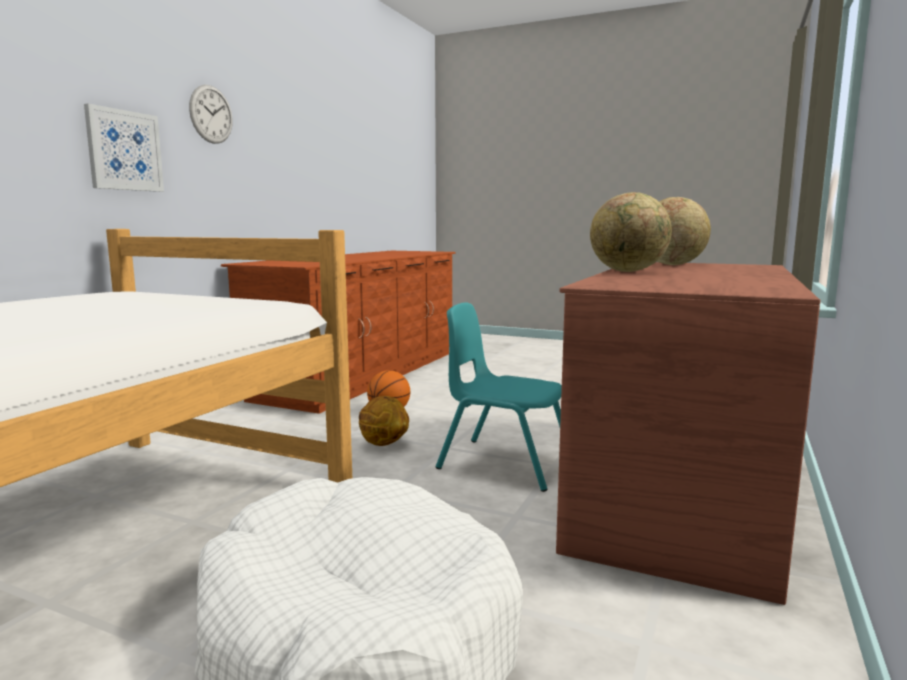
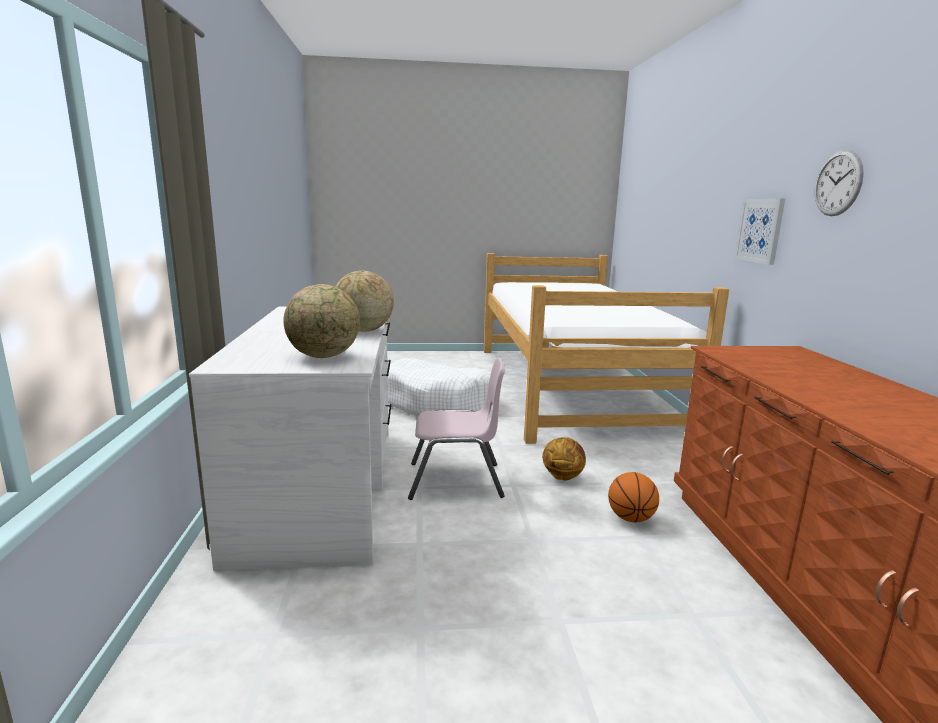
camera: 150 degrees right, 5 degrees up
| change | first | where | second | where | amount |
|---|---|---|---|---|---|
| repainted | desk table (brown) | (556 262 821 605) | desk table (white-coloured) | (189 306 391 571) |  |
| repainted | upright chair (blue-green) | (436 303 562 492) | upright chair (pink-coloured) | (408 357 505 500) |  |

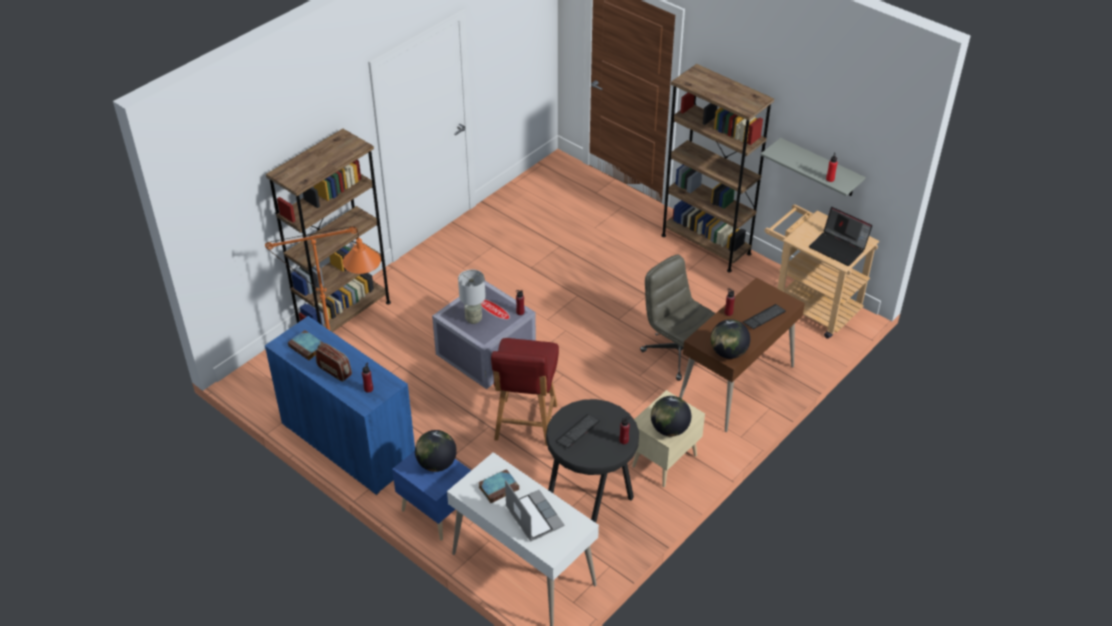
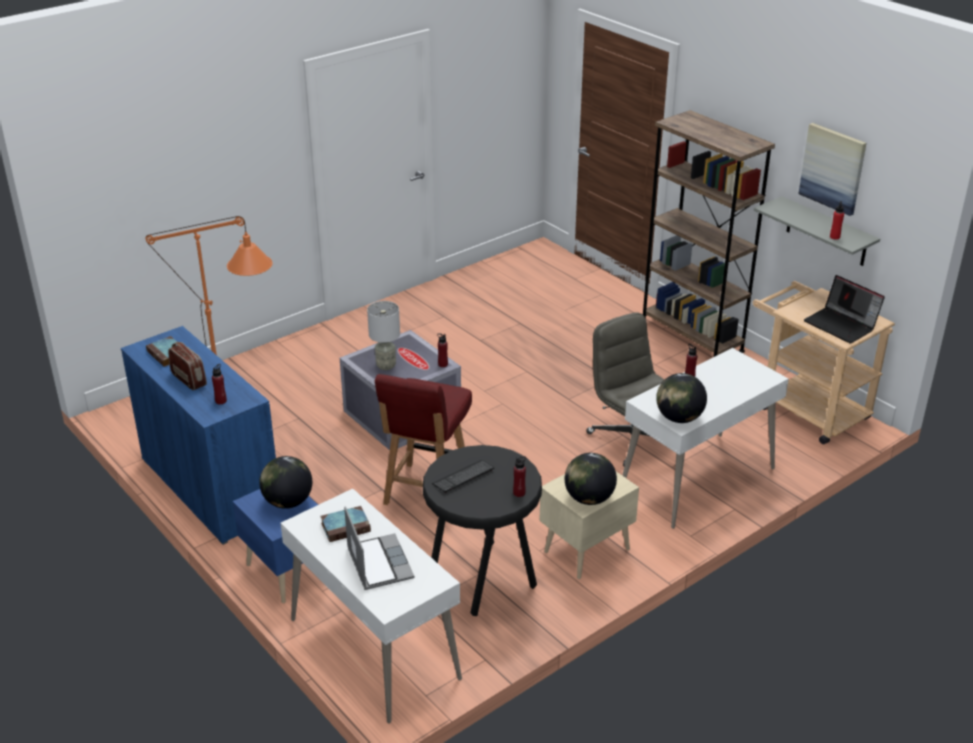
camera: 10 degrees right, 10 degrees down
| change | first | where | second | where | amount |
|---|---|---|---|---|---|
| gone | shelving unit (brown) | (266 129 391 332) |  |  |  |
| repainted | desk table (brown) | (679 278 805 432) | desk table (white-coloured) | (622 348 789 529) |  |
| gone | computer keyboard | (743 304 786 330) |  |  |  |
| new |  |  | wall art | (798 123 866 216) |  |

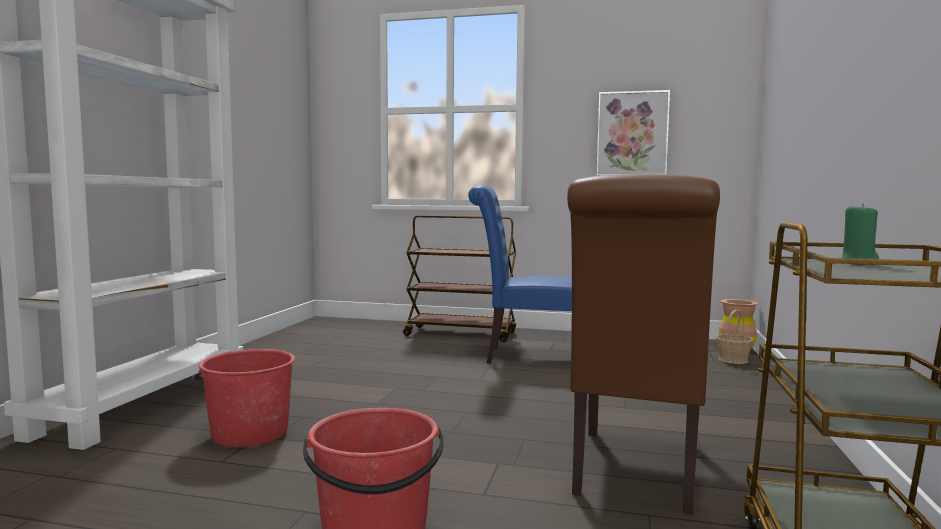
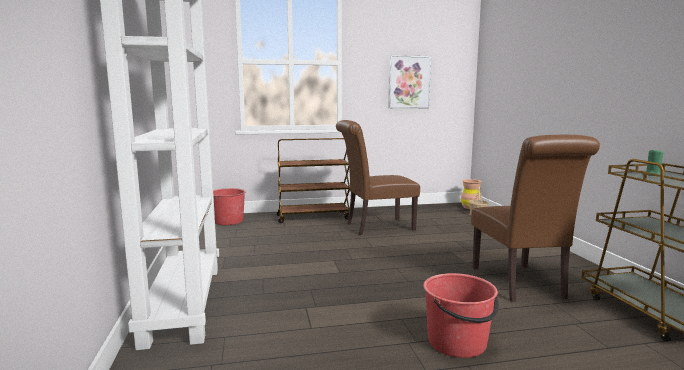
camera: 25 degrees left, 5 degrees up
| change | first | where | second | where | amount |
|---|---|---|---|---|---|
| repainted | upright chair (bluish) | (468 185 572 363) | upright chair (brown) | (336 120 420 235) |  |
| shifted | pail (red) | (194 349 295 447) |  | (213 188 246 225) |  |

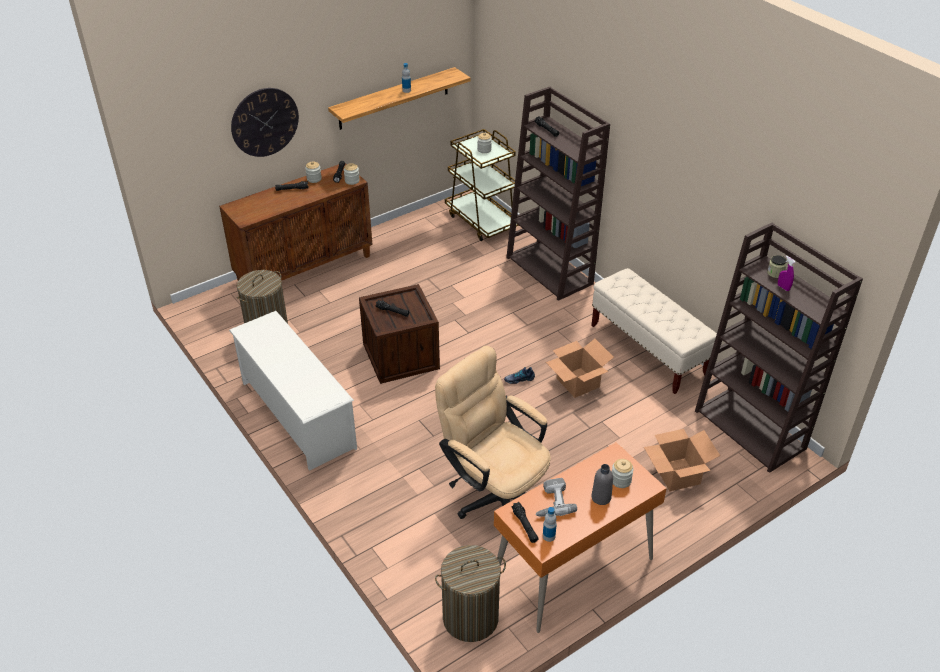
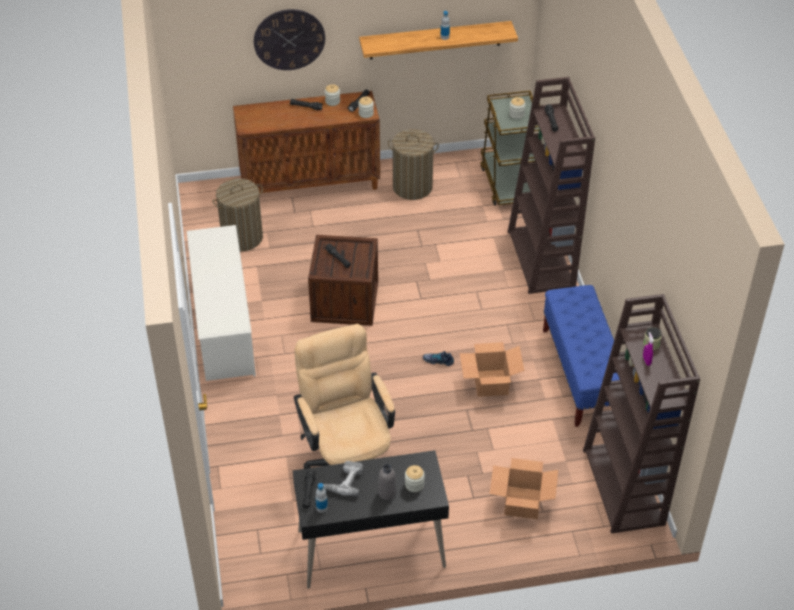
camera: 25 degrees right, 5 degrees up
| change | first | where | second | where | amount |
|---|---|---|---|---|---|
| repainted | indoor bench (sand-coloured) | (591 268 717 394) | indoor bench (bluish) | (543 285 620 427) |  |
| repainted | desk table (orange) | (494 442 667 633) | desk table (blackish) | (293 450 449 589) |  |
| shifted | hamper | (435 545 506 642) |  | (388 129 439 200) |  |

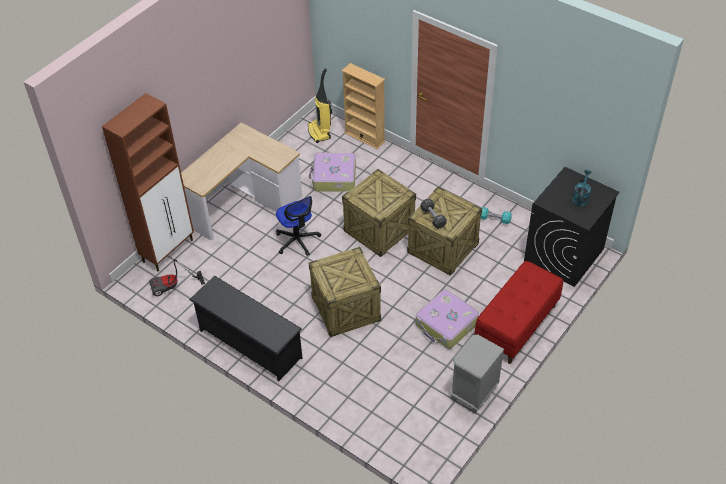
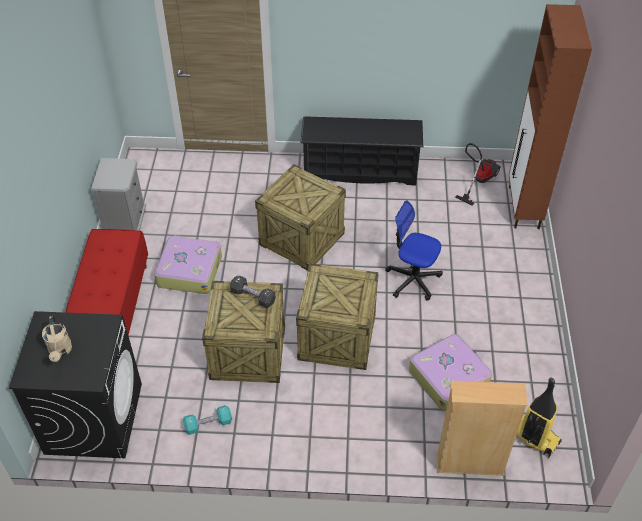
camera: 145 degrees right, 0 degrees up
| change | first | where | second | where | amount |
|---|---|---|---|---|---|
| gone | desk table | (181 123 302 240) |  |  |  |
| repainted | watering pot (blue-green) | (572 170 591 207) | watering pot (sand-coloured) | (42 316 72 362) |  |

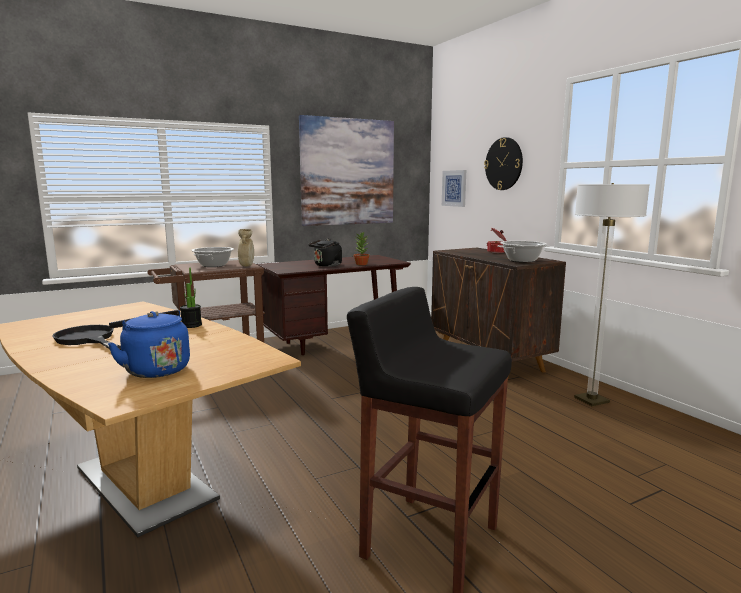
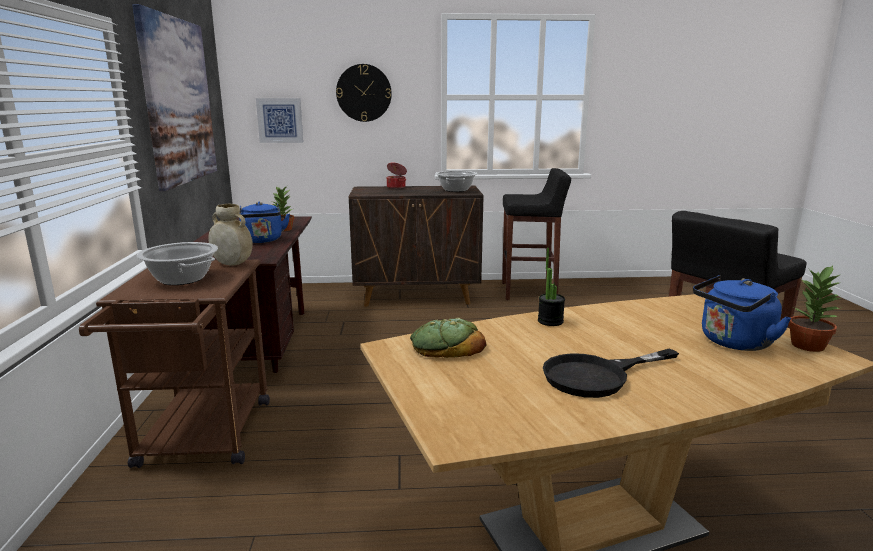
camera: 65 degrees left, 5 degrees up
| change | first | where | second | where | amount |
|---|---|---|---|---|---|
| swapped | standing lamp | (574 183 650 406) | sitting stool (blackish) | (502 168 571 300) |  |
| repainted | kettle (blackish) | (308 239 342 267) | kettle (bluish) | (239 202 290 243) |  |
| new |  |  | houseplant | (788 265 841 352) |  |
| new |  |  | baked bread | (410 318 486 358) |  |

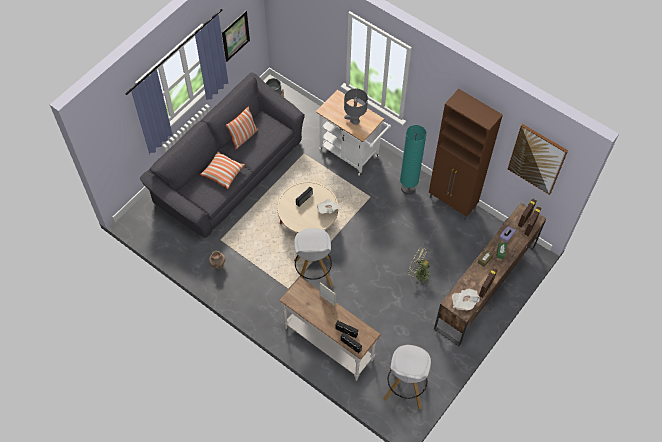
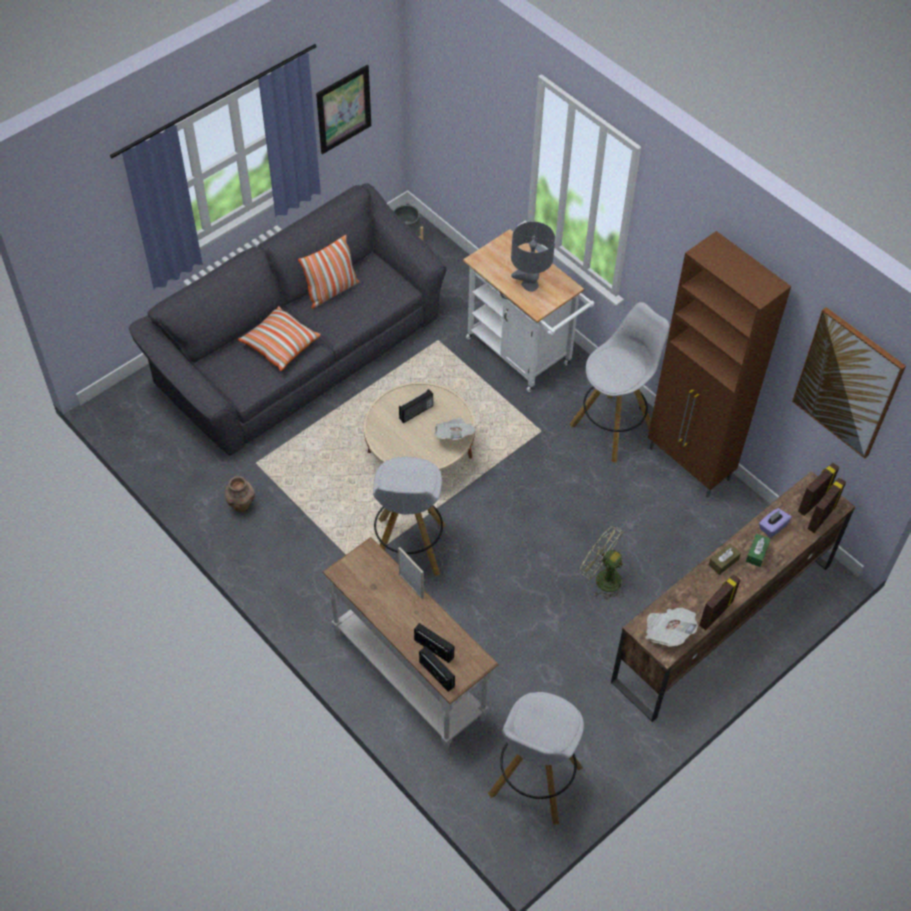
camera: 10 degrees right, 5 degrees down
| change | first | where | second | where | amount |
|---|---|---|---|---|---|
| swapped | standing lamp (blue-green) | (400 125 427 195) | sitting stool (white-coloured) | (570 302 669 463) |  |

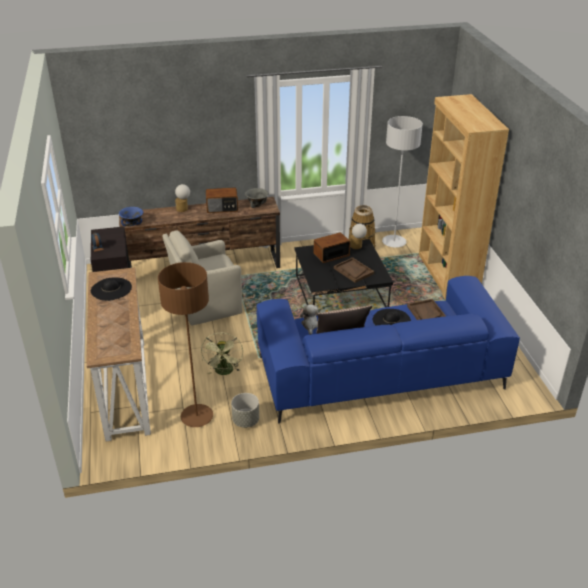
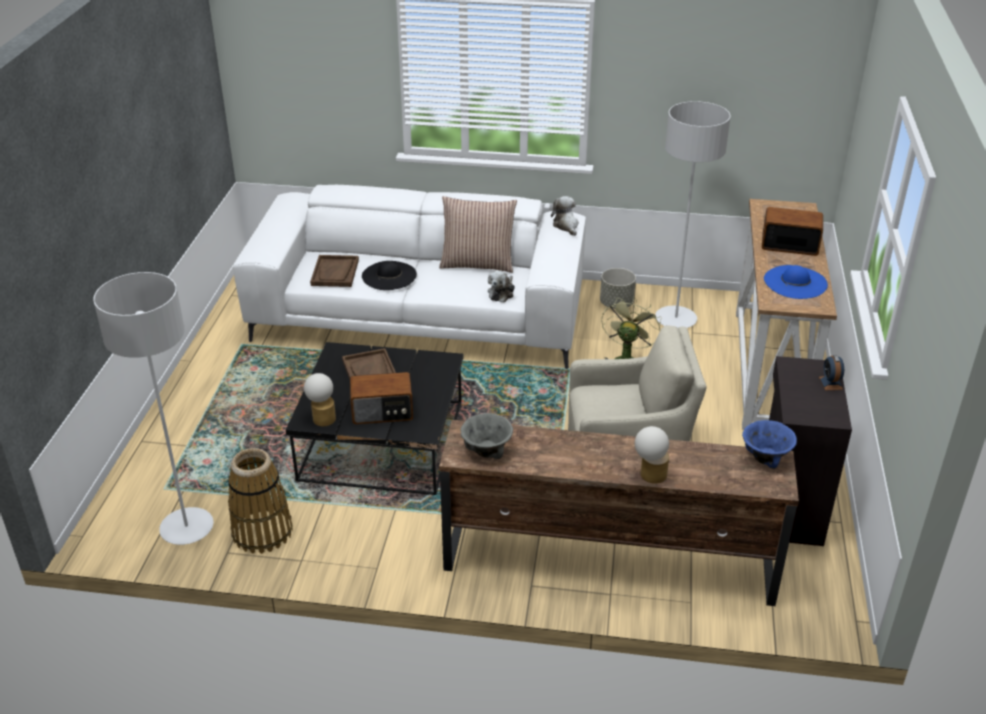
camera: 160 degrees left, 0 degrees up
| change | first | where | second | where | amount |
|---|---|---|---|---|---|
| gone | shelving unit (brown) | (419 94 509 300) |  |  |  |
| shifted | radio | (206 187 238 213) |  | (762 207 823 256) |  |
| repainted | standing lamp (brown) | (158 262 213 427) | standing lamp (gray) | (655 101 731 328) |  |
| repainted | settee (bluish) | (257 276 520 424) | settee (white-coloured) | (233 185 586 369) |  |
| repainted | hat (blackish) | (91 277 132 301) | hat (bluish) | (764 265 828 299) |  |
| new |  |  | cuddly toy | (551 196 578 236) |  |

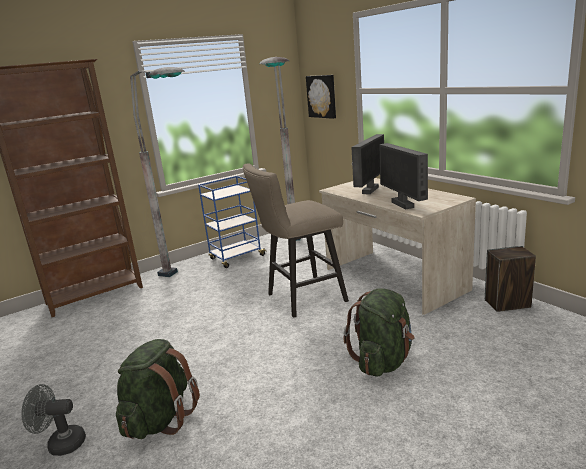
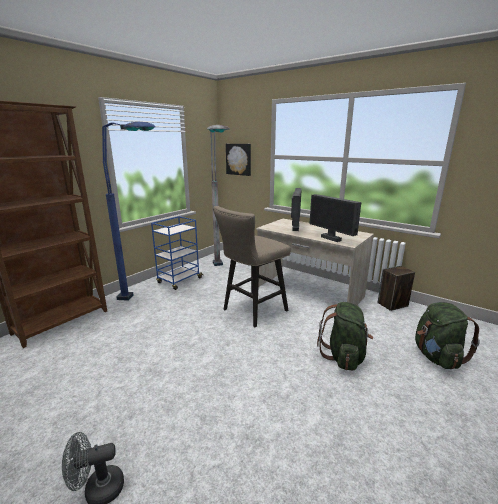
camera: 20 degrees left, 0 degrees up
| change | first | where | second | where | amount |
|---|---|---|---|---|---|
| repainted | standing lamp (gray) | (130 67 185 277) | standing lamp (bluish) | (102 122 156 301) |  |
| shifted | backpack (greenish) | (116 339 200 439) |  | (415 302 480 369) |  |

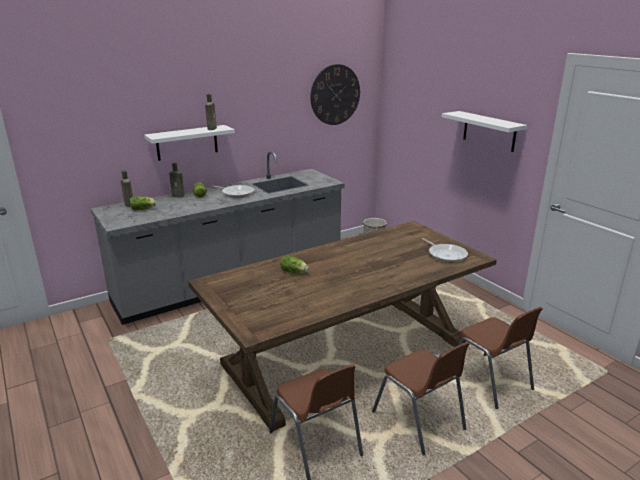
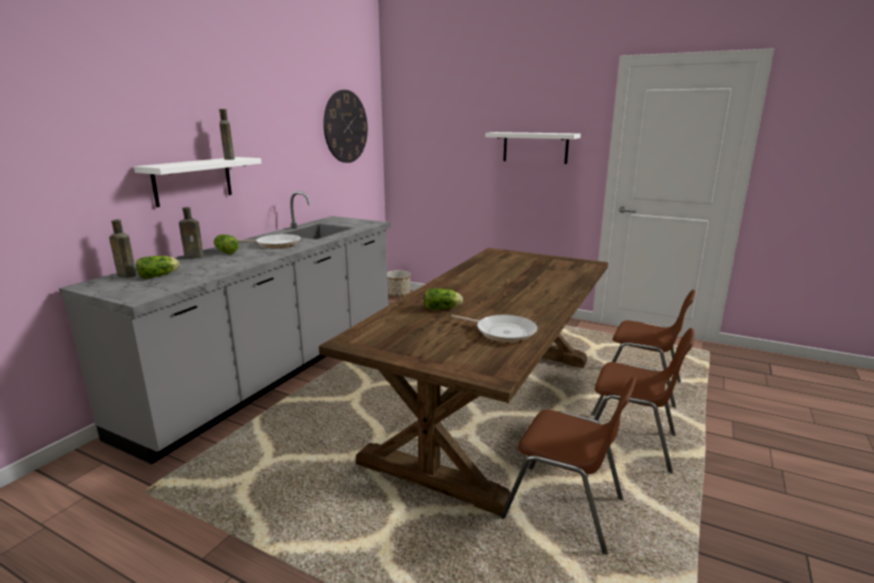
camera: 30 degrees left, 5 degrees down
| change | first | where | second | where | amount |
|---|---|---|---|---|---|
| shifted | frying pan | (422 238 468 263) |  | (451 315 538 343) |  |

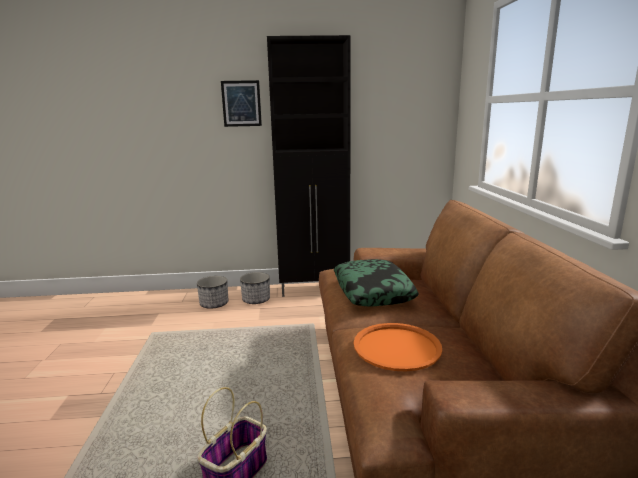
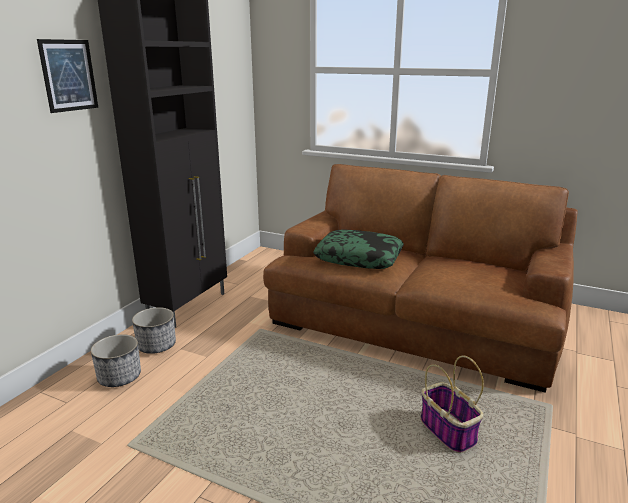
camera: 60 degrees left, 5 degrees up
| change | first | where | second | where | amount |
|---|---|---|---|---|---|
| gone | serving tray (orange) | (354 323 442 371) |  |  |  |

